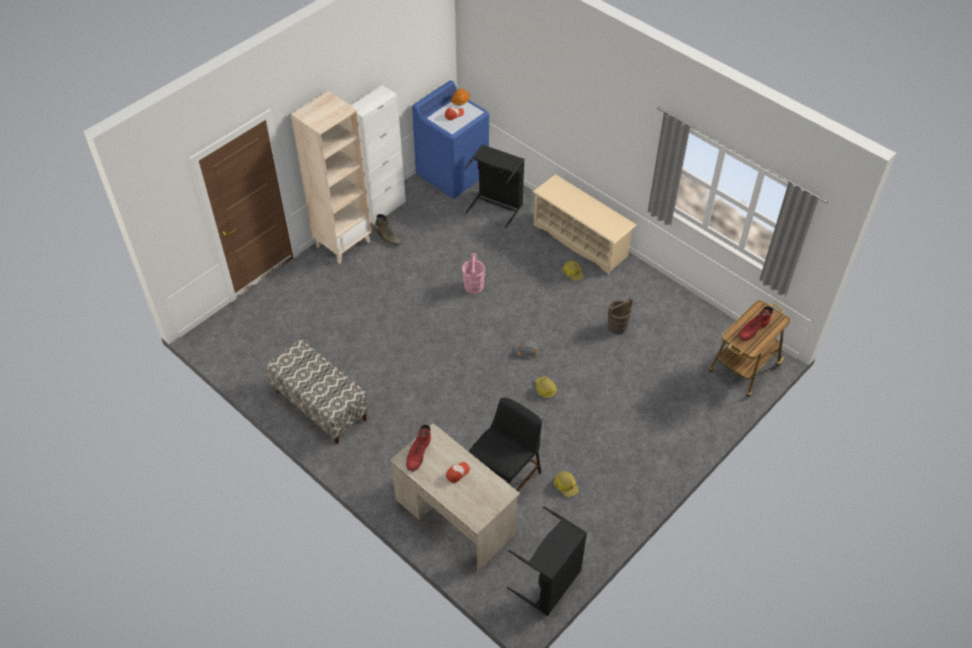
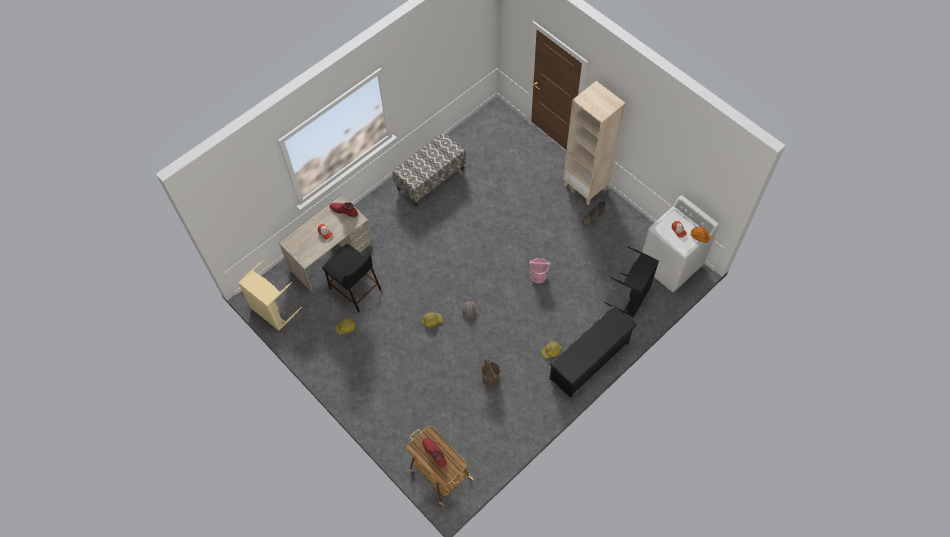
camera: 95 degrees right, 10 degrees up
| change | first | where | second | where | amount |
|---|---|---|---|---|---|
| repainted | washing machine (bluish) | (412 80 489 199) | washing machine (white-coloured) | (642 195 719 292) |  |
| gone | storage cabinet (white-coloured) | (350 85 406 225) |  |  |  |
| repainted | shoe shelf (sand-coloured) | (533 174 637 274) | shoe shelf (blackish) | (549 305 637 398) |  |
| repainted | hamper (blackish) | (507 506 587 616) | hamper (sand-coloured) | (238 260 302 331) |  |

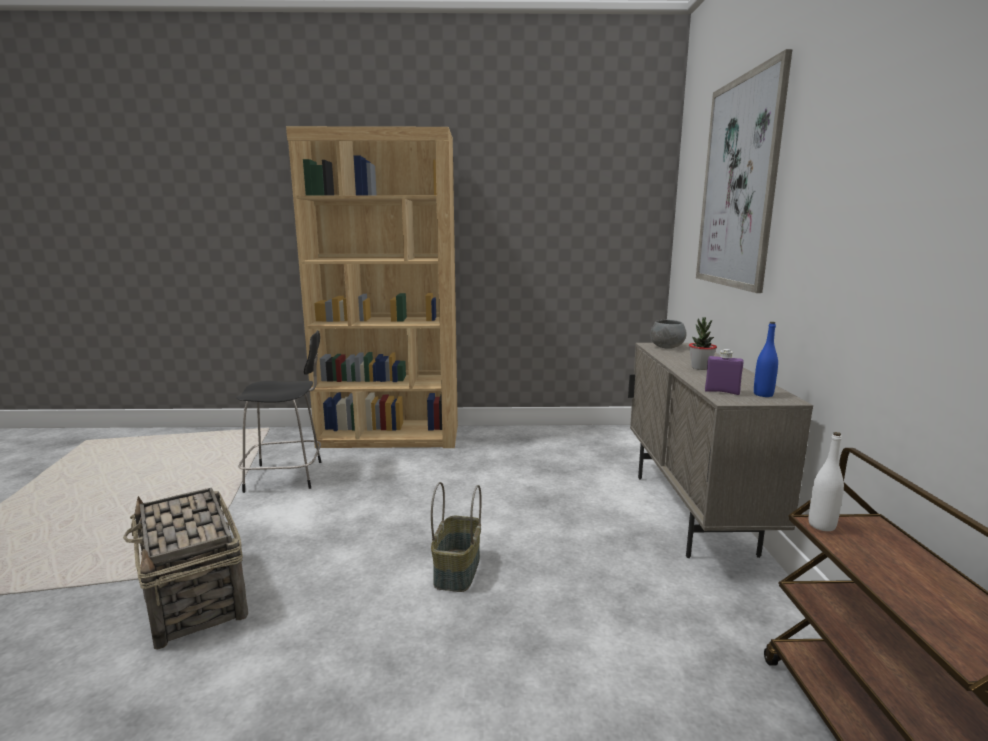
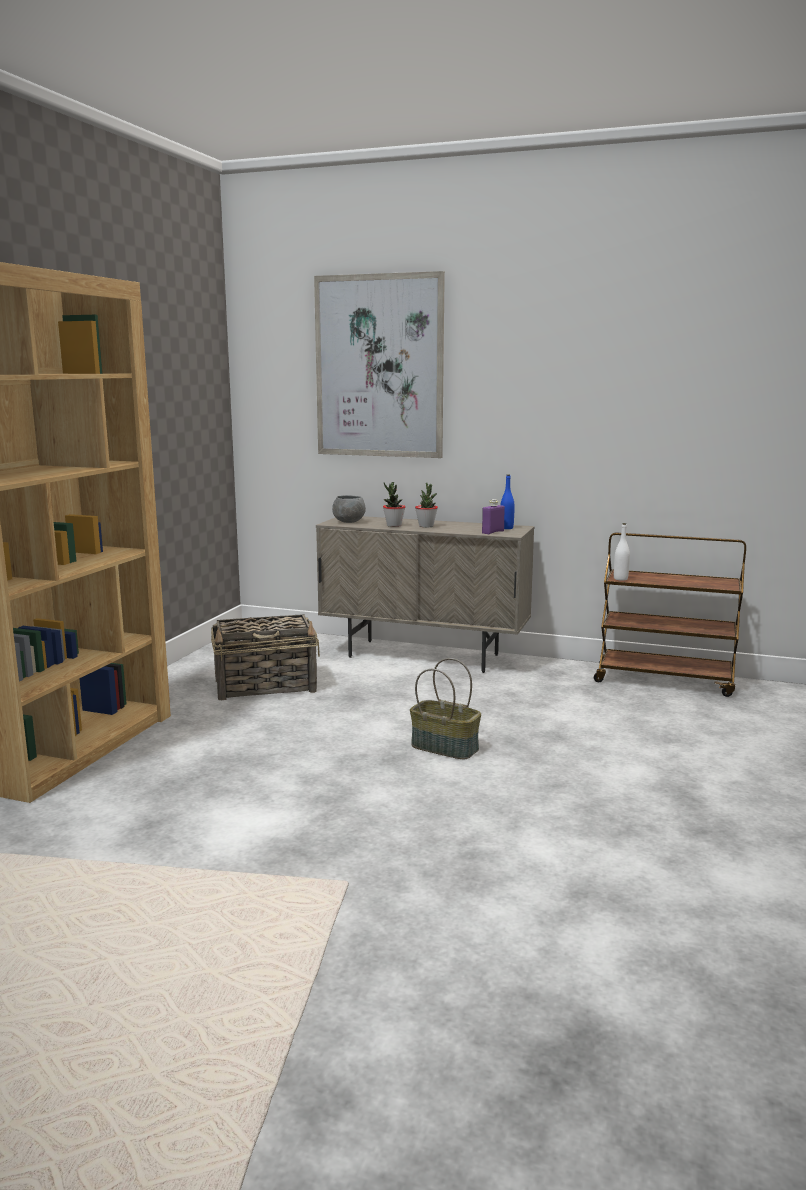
camera: 70 degrees left, 0 degrees up
| change | first | where | second | where | amount |
|---|---|---|---|---|---|
| gone | upright chair (blackish) | (236 330 321 493) |  |  |  |
| shifted | household basket | (123 488 248 650) |  | (211 614 320 700) |  |
| new |  |  | houseplant | (383 482 405 527) |  |

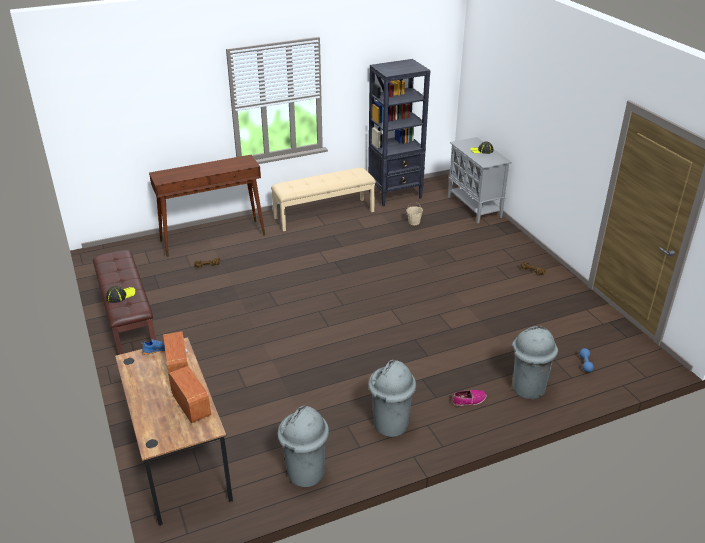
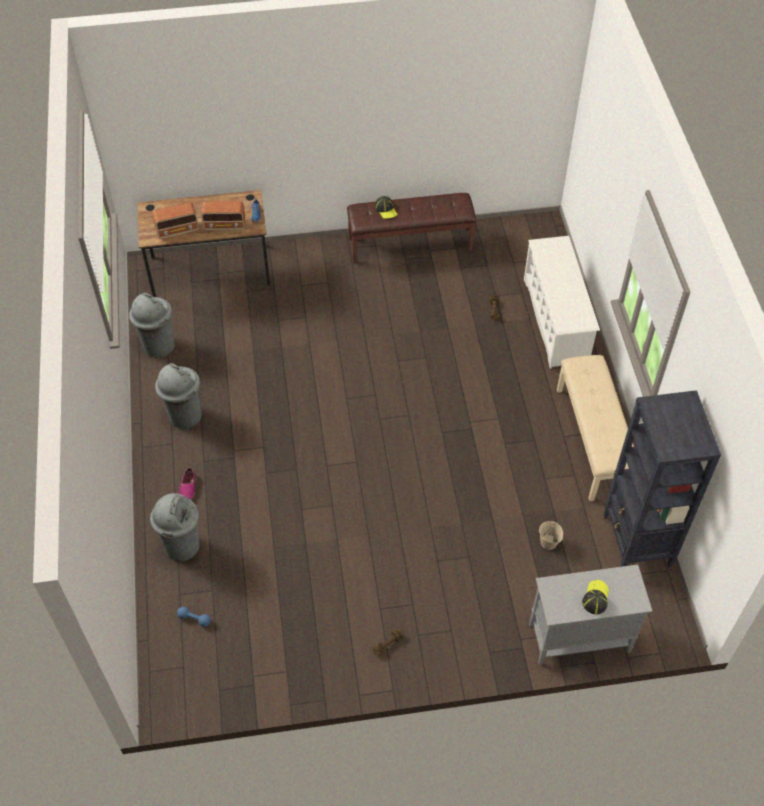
camera: 105 degrees right, 20 degrees up
| change | first | where | second | where | amount |
|---|---|---|---|---|---|
| swapped | hall table (brown) | (149 155 265 257) | shoe shelf (white-coloured) | (524 236 600 369) |  |

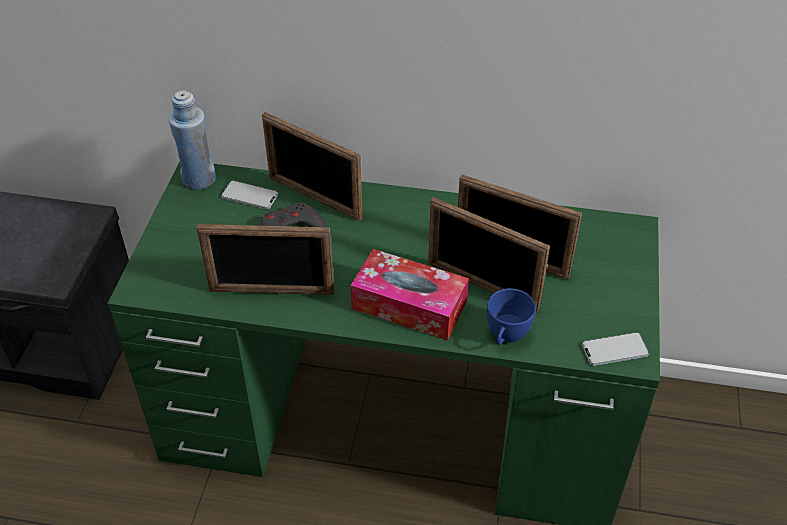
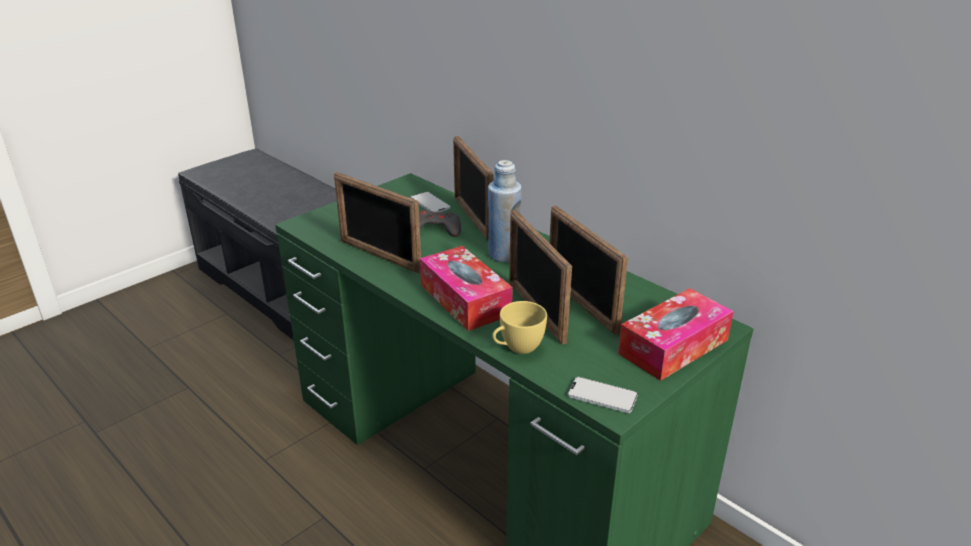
camera: 35 degrees right, 15 degrees down
| change | first | where | second | where | amount |
|---|---|---|---|---|---|
| shifted | drink bottle (bluish) | (169 90 216 190) |  | (488 160 522 262) |  |
| repainted | small cup (bluish) | (487 288 536 345) | small cup (yellow-coloured) | (492 301 547 354) |  |
| new |  |  | box of tissues | (618 288 734 381) |  |

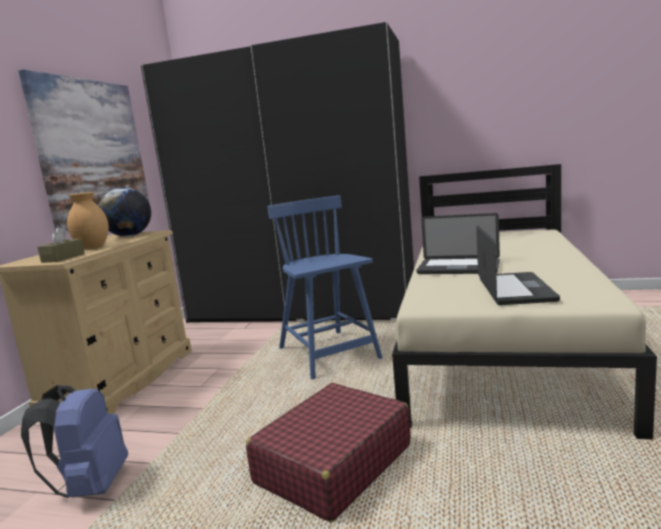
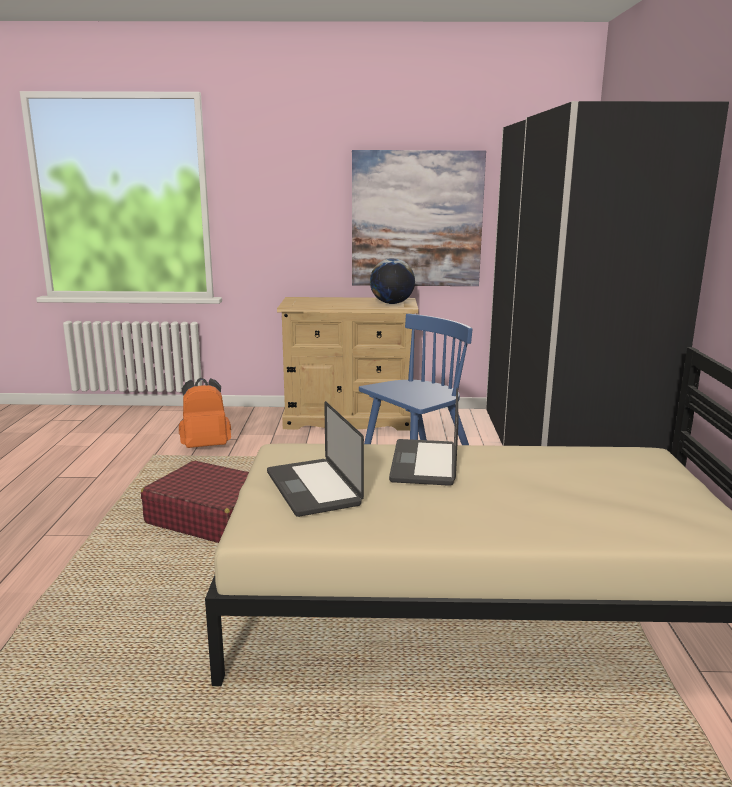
camera: 75 degrees right, 5 degrees up
| change | first | where | second | where | amount |
|---|---|---|---|---|---|
| gone | decorative vase (brown) | (67 192 109 249) |  |  |  |
| rotated | laptop | (476 225 560 305) |  | (267 401 364 517) | 75 degrees clockwise |
| gone | box of tissues (brown) | (37 227 85 263) |  |  |  |
| repainted | backpack (bluish) | (21 385 128 498) | backpack (orange) | (179 378 231 448) |  |

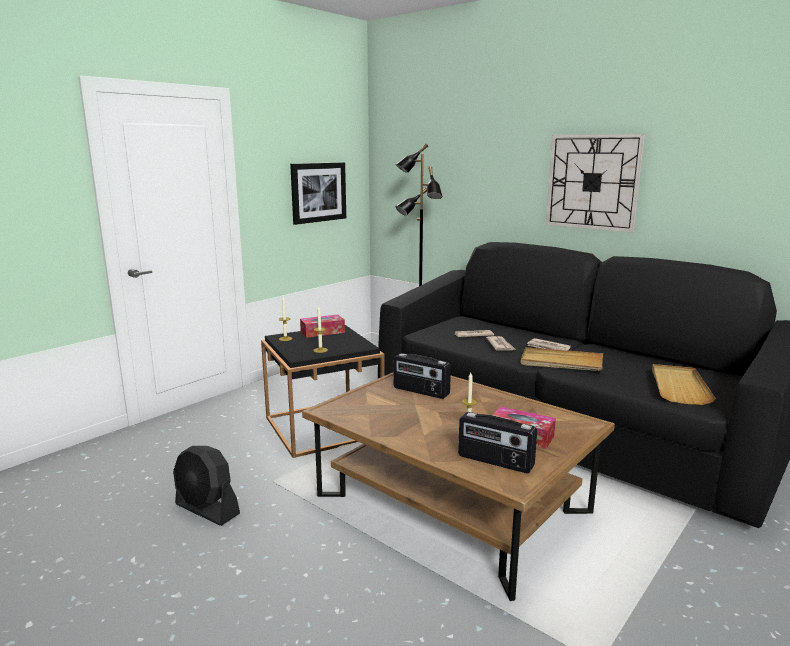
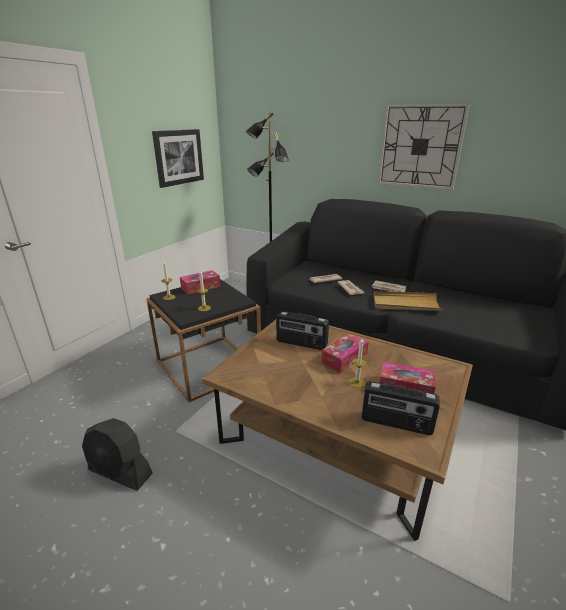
camera: 10 degrees left, 10 degrees up
| change | first | where | second | where | amount |
|---|---|---|---|---|---|
| gone | serving tray (sand-coloured) | (652 364 716 405) |  |  |  |
| new |  |  | box of tissues | (321 333 369 373) |  |

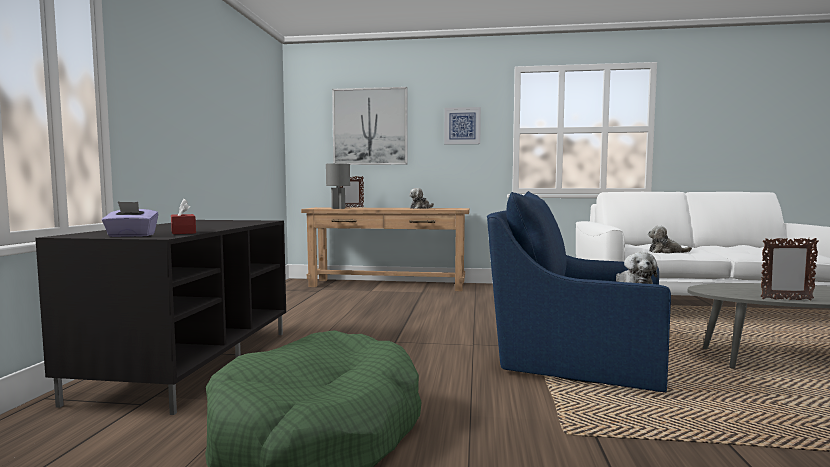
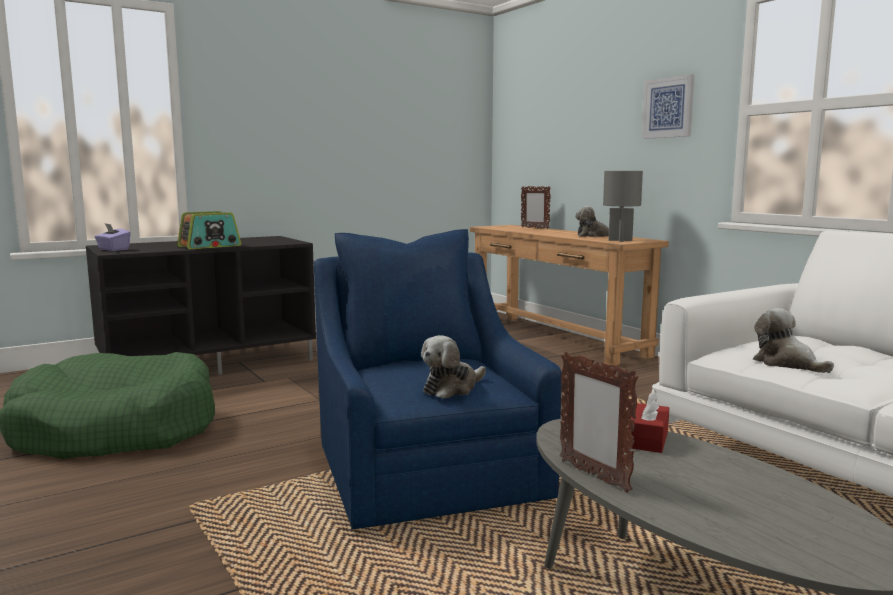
camera: 50 degrees right, 5 degrees up
| change | first | where | second | where | amount |
|---|---|---|---|---|---|
| gone | wall art | (332 87 408 165) |  |  |  |
| shifted | lamp for a table (gray) | (326 163 350 209) |  | (603 171 643 242) |  |
| shifted | box of tissues (red) | (171 199 196 234) |  | (628 390 669 453) |  |
| new |  |  | radio | (177 211 241 249) |  |

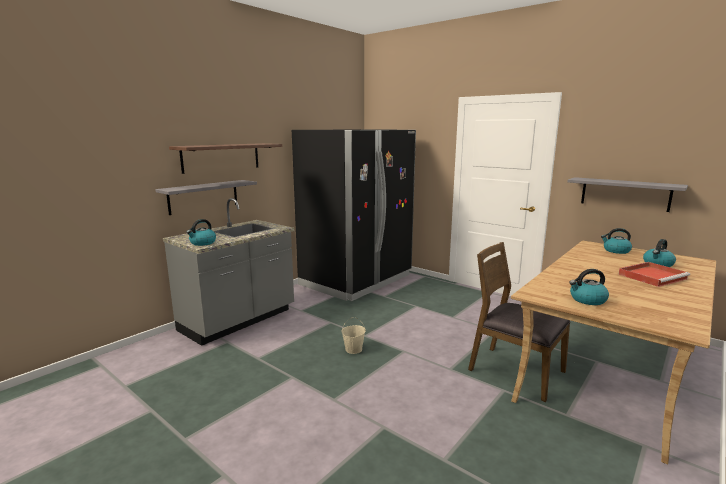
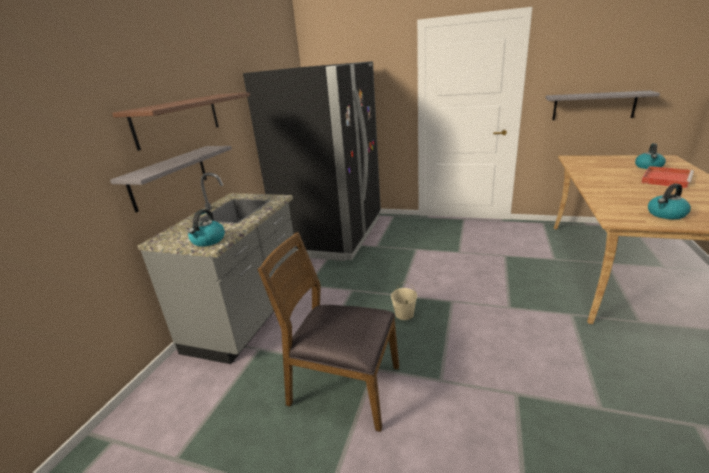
camera: 20 degrees left, 10 degrees up
| change | first | where | second | where | amount |
|---|---|---|---|---|---|
| gone | kettle | (601 228 632 254) |  |  |  |
| shifted | upright chair (brown) | (468 242 570 402) |  | (257 232 399 432) |  |

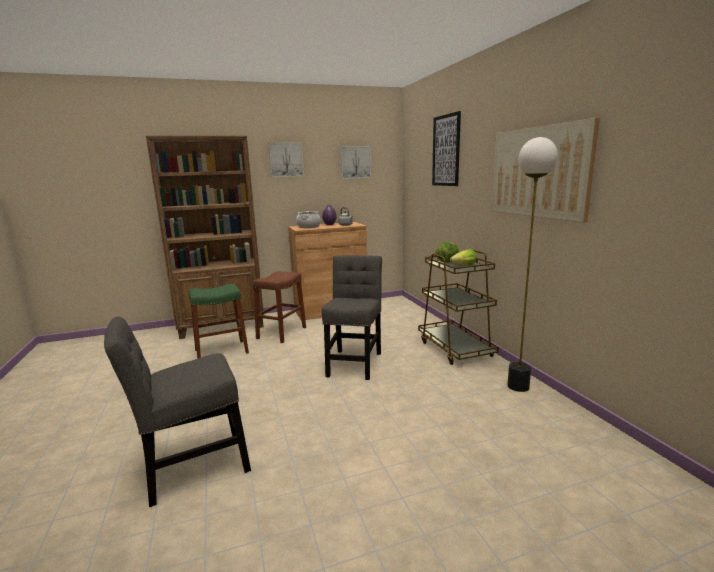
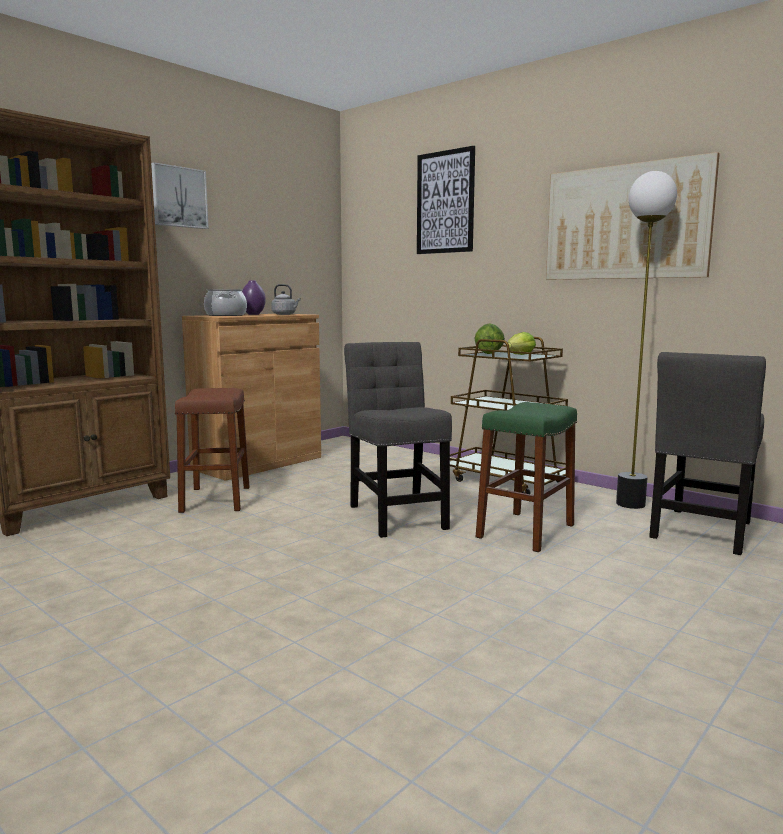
camera: 30 degrees left, 5 degrees down
| change | first | where | second | where | amount |
|---|---|---|---|---|---|
| gone | wall art | (340 146 371 179) |  |  |  |
| shifted | sitting stool (greenish) | (188 283 249 359) |  | (476 402 577 552) |  |
| shifted | upright chair (gray) | (104 317 251 507) |  | (649 352 766 555) |  |

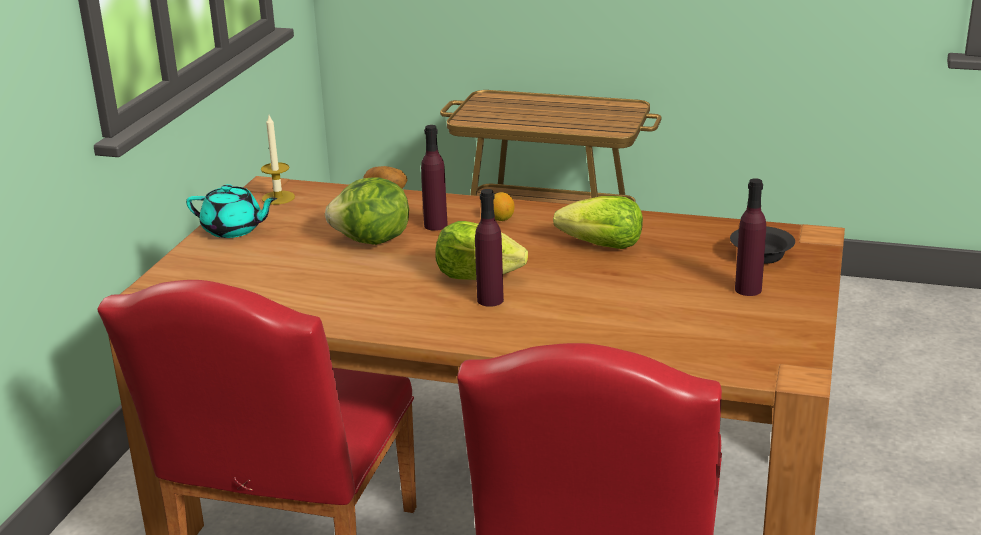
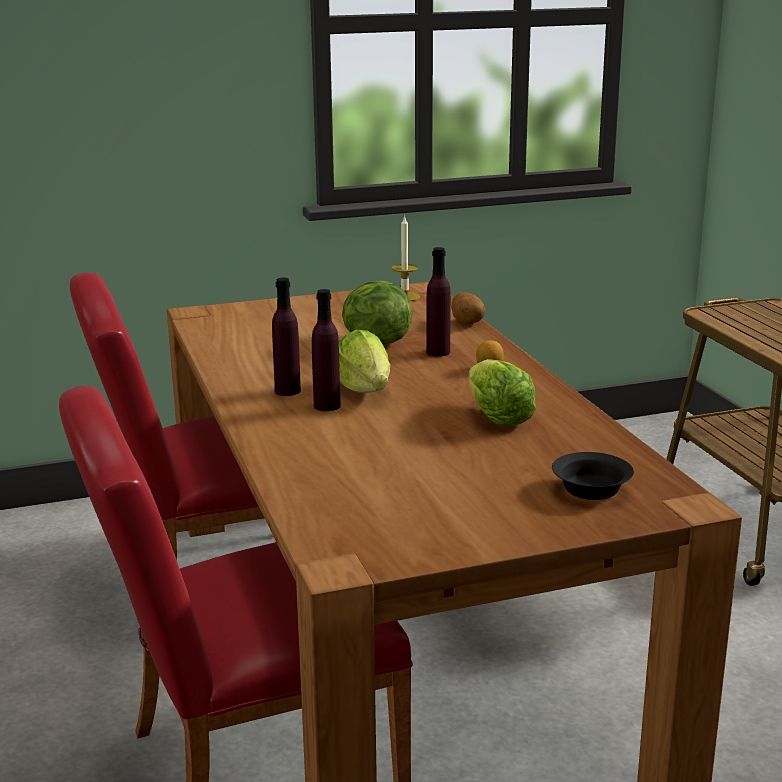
camera: 55 degrees right, 5 degrees down
| change | first | where | second | where | amount |
|---|---|---|---|---|---|
| shifted | drink bottle (purple-coloured) | (735 178 766 296) |  | (272 278 301 396) |  |
| gone | tea pot (blue-green) | (186 184 277 238) |  |  |  |

